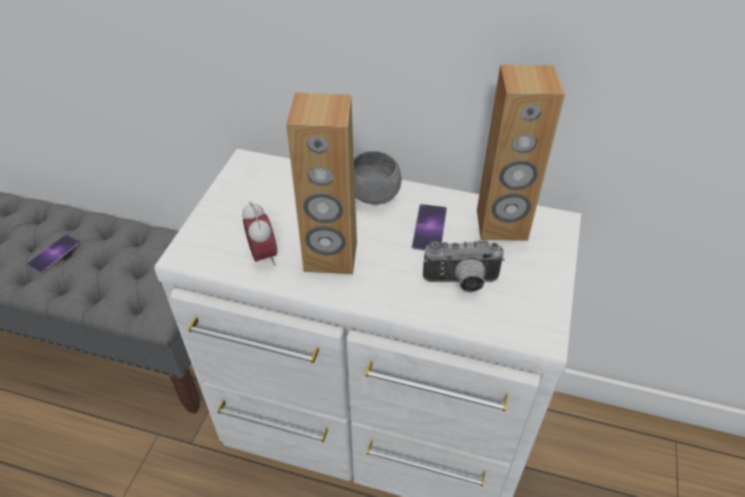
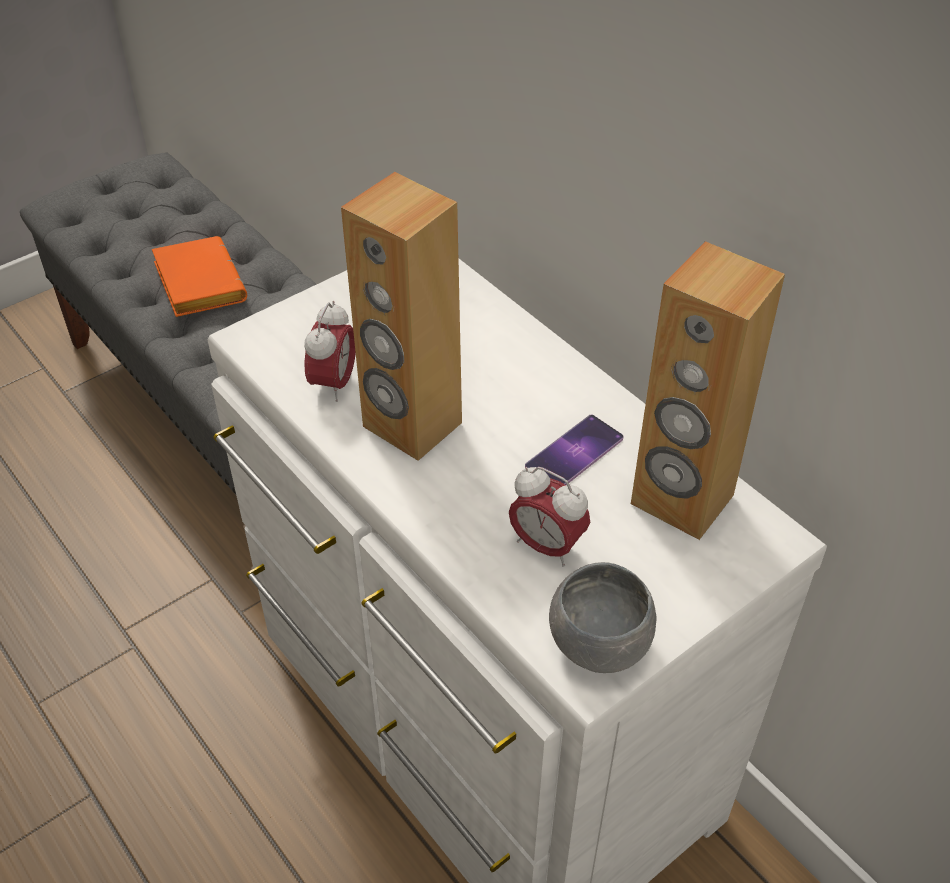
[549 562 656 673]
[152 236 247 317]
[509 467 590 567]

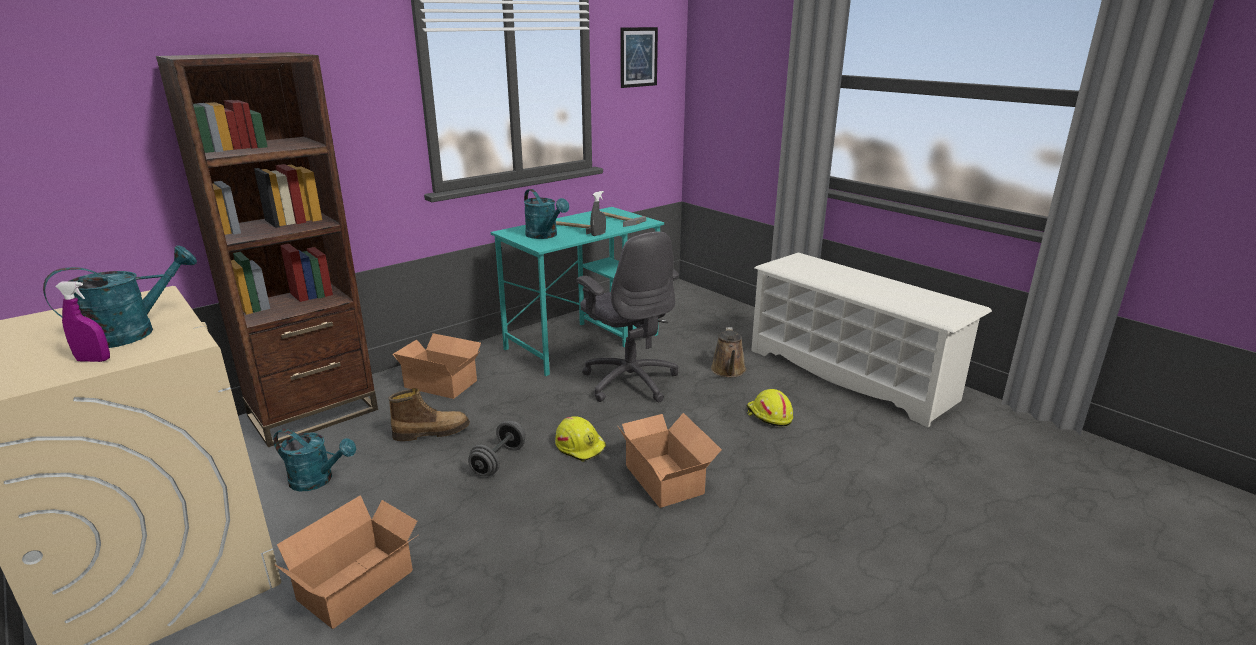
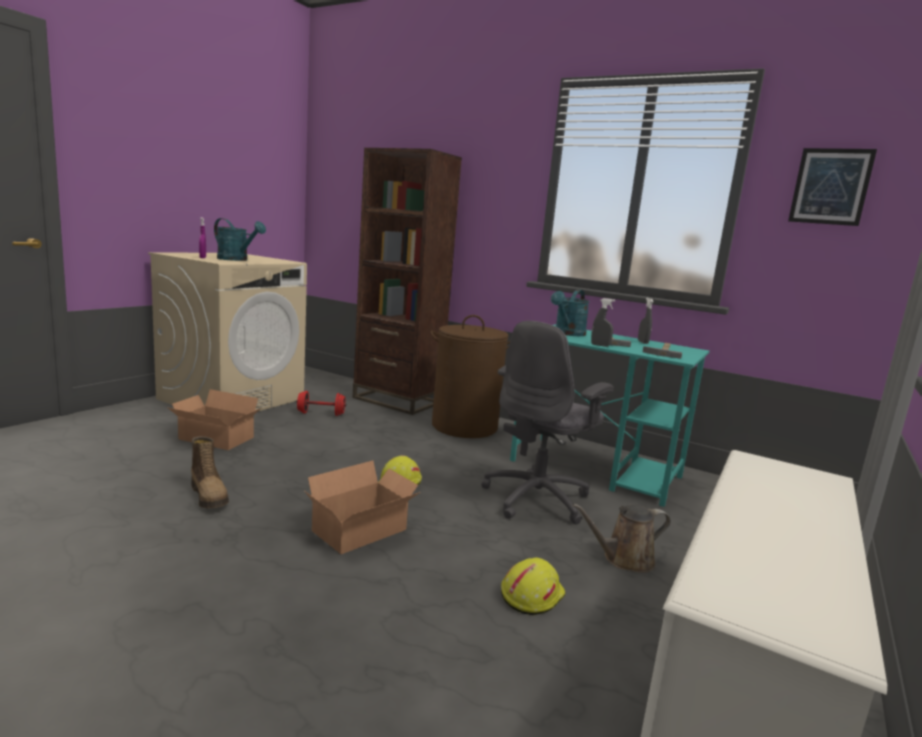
[468 421 526 476] (first image)
[638 298 654 344]
[191 436 229 508]
[297 391 346 416]
[430 315 510 438]

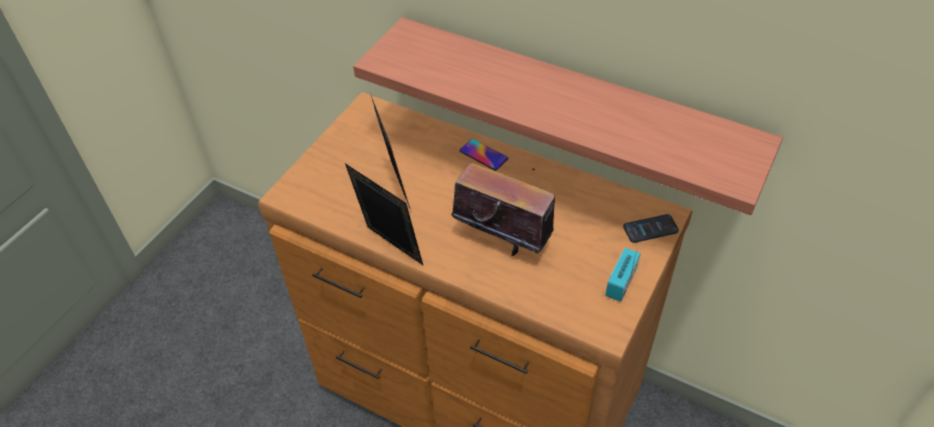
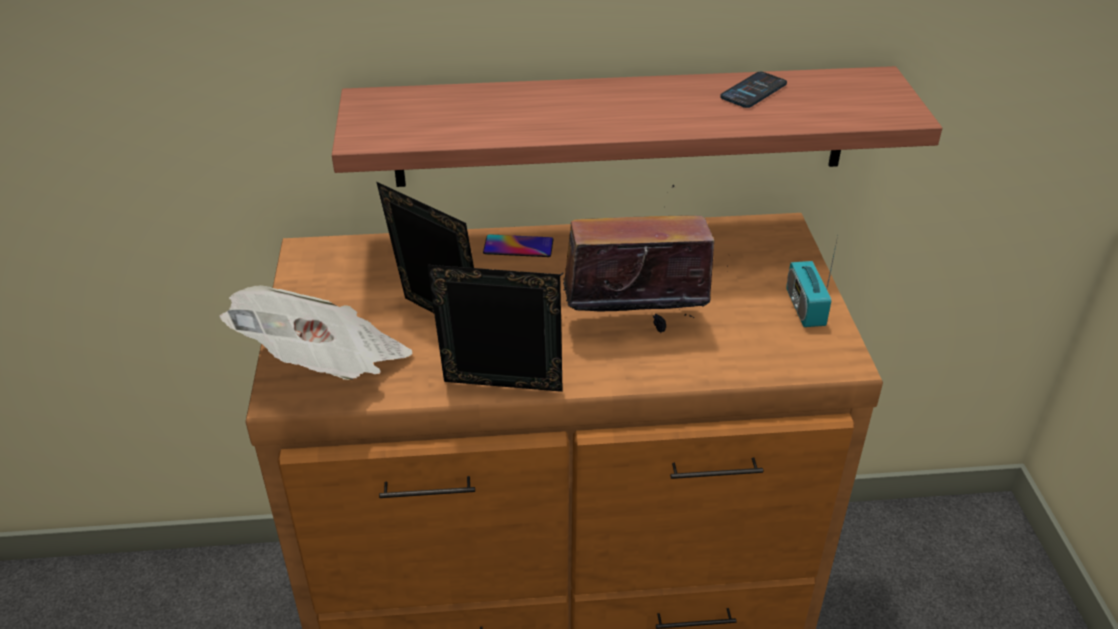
[219 285 412 380]
[720 72 787 108]

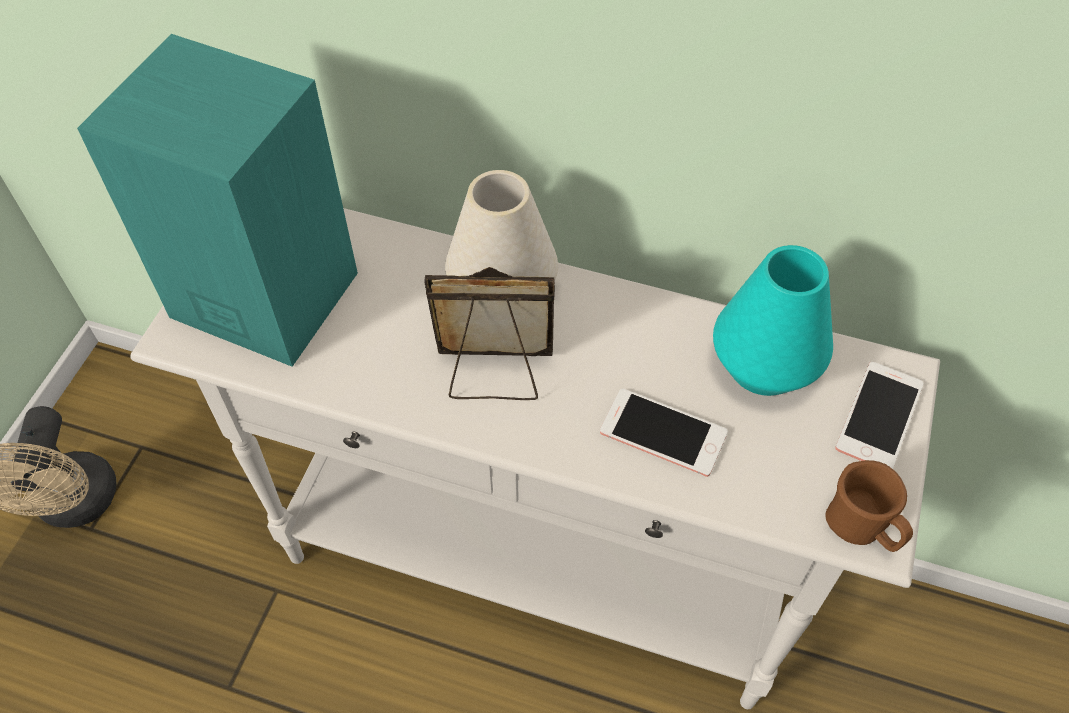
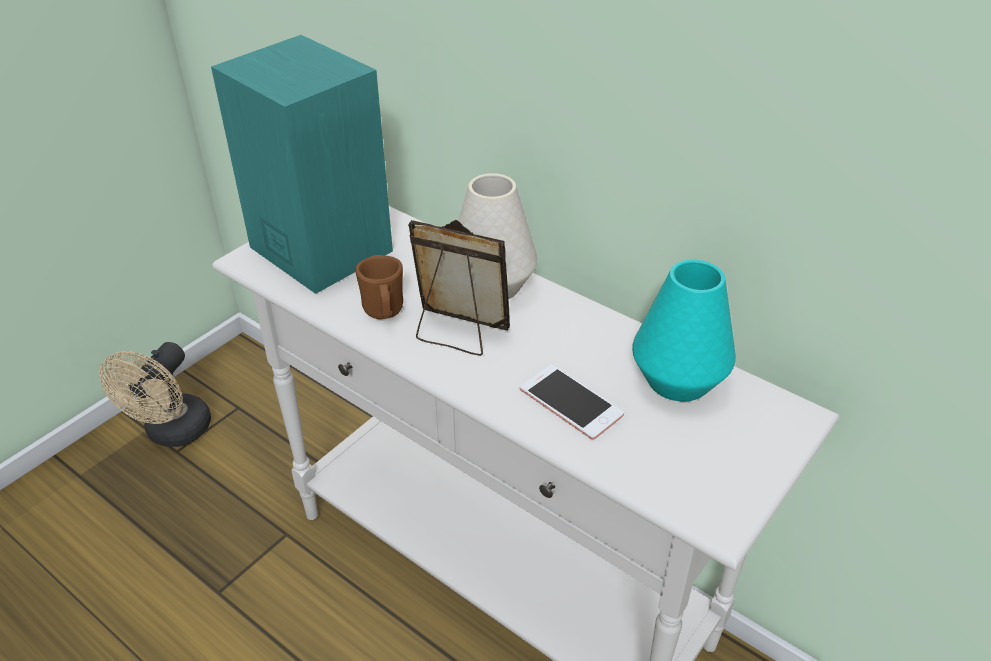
[835 362 924 469] (first image)
[355 255 403 319]

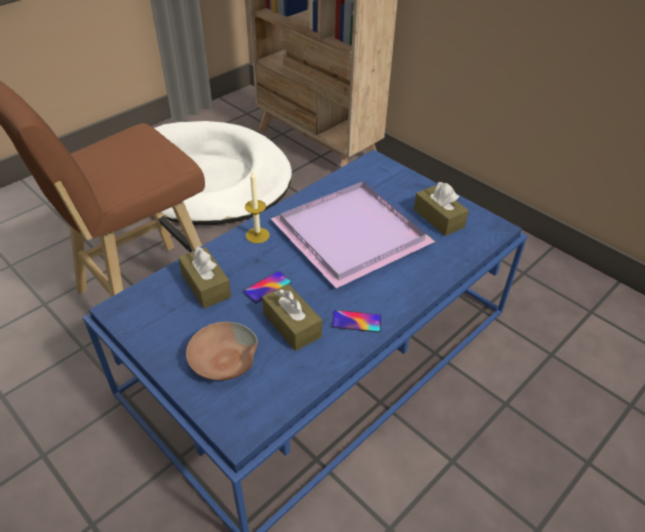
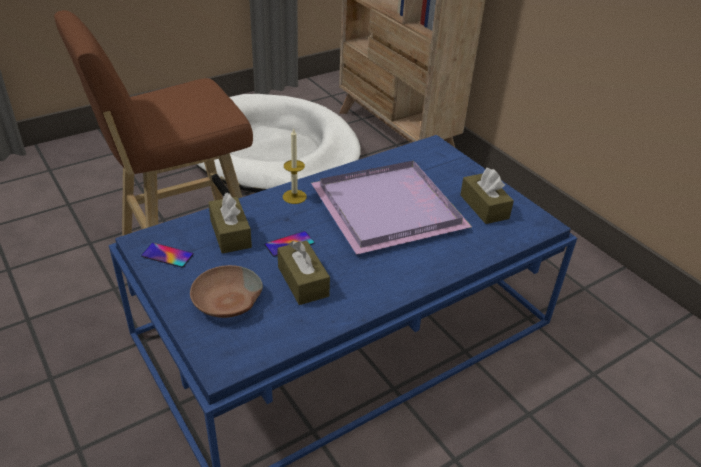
[141 243 194 267]

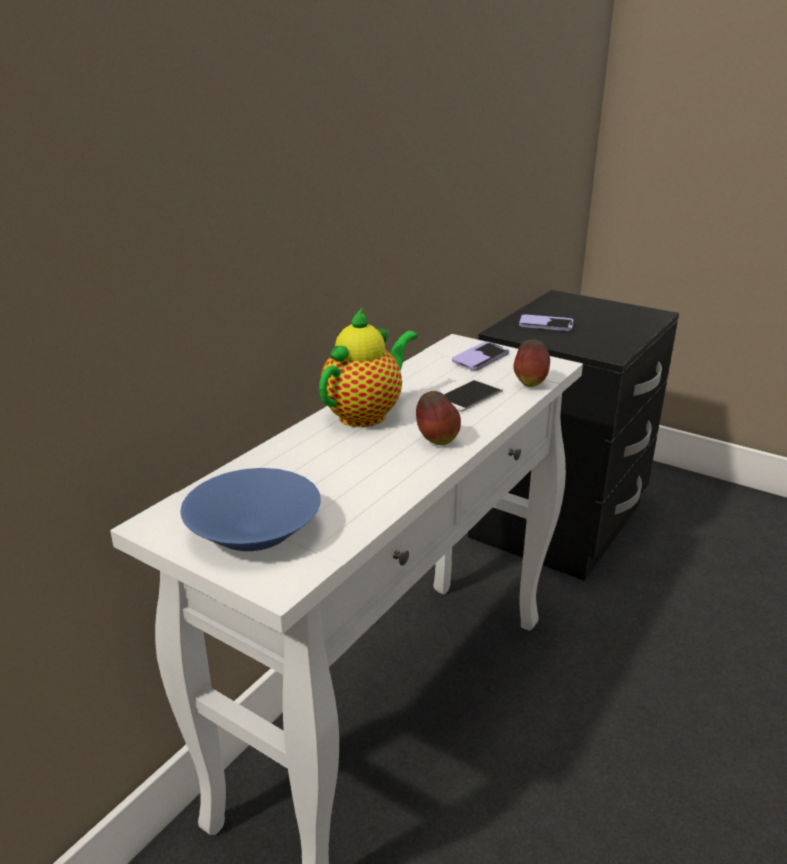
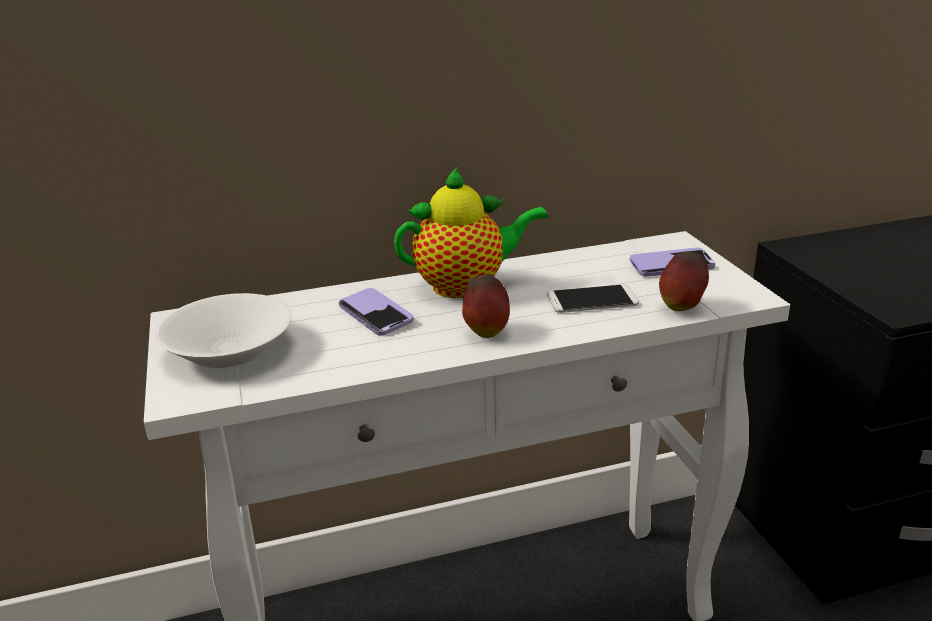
[339 288 414 336]
[155 293 292 368]

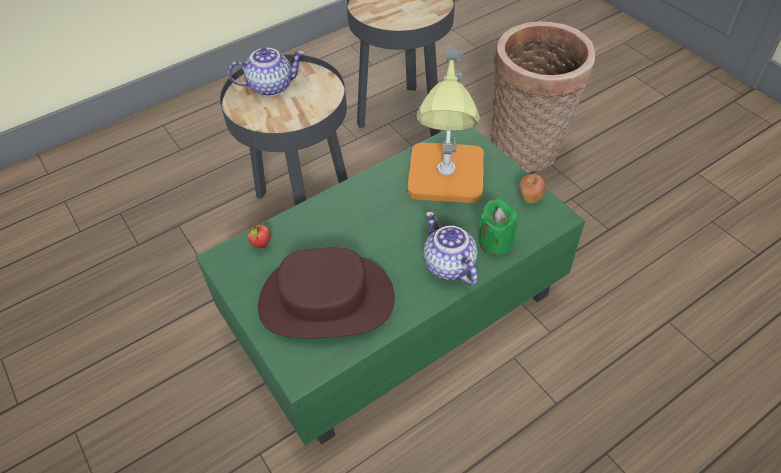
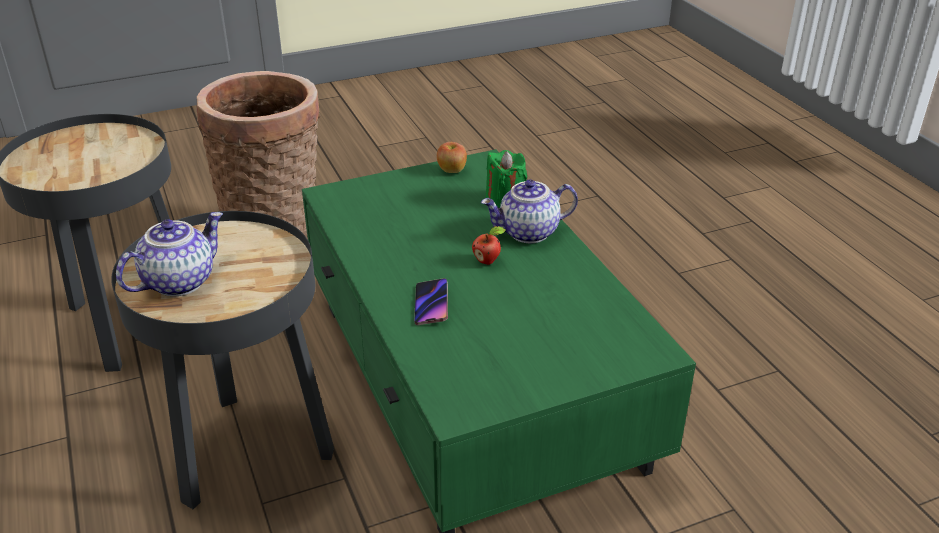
[258 248 395 339] (first image)
[407 47 484 203] (first image)
[414 278 448 325]
[472 226 506 265]
[116 212 223 296]

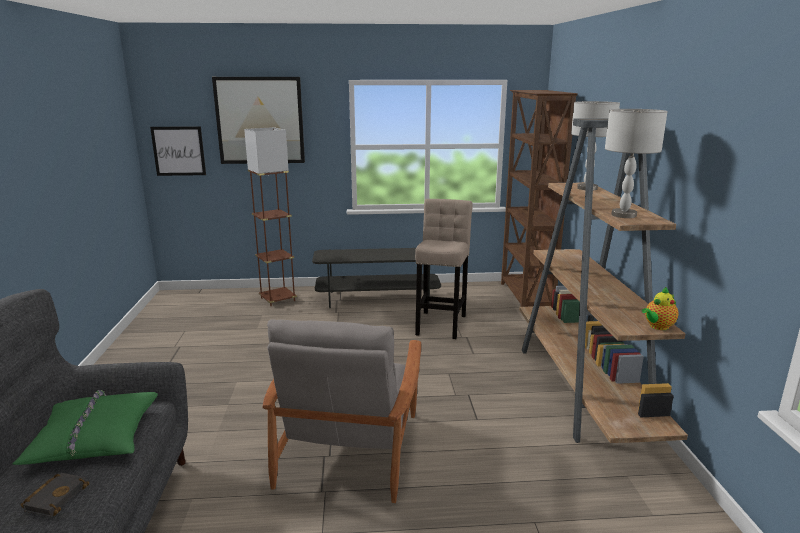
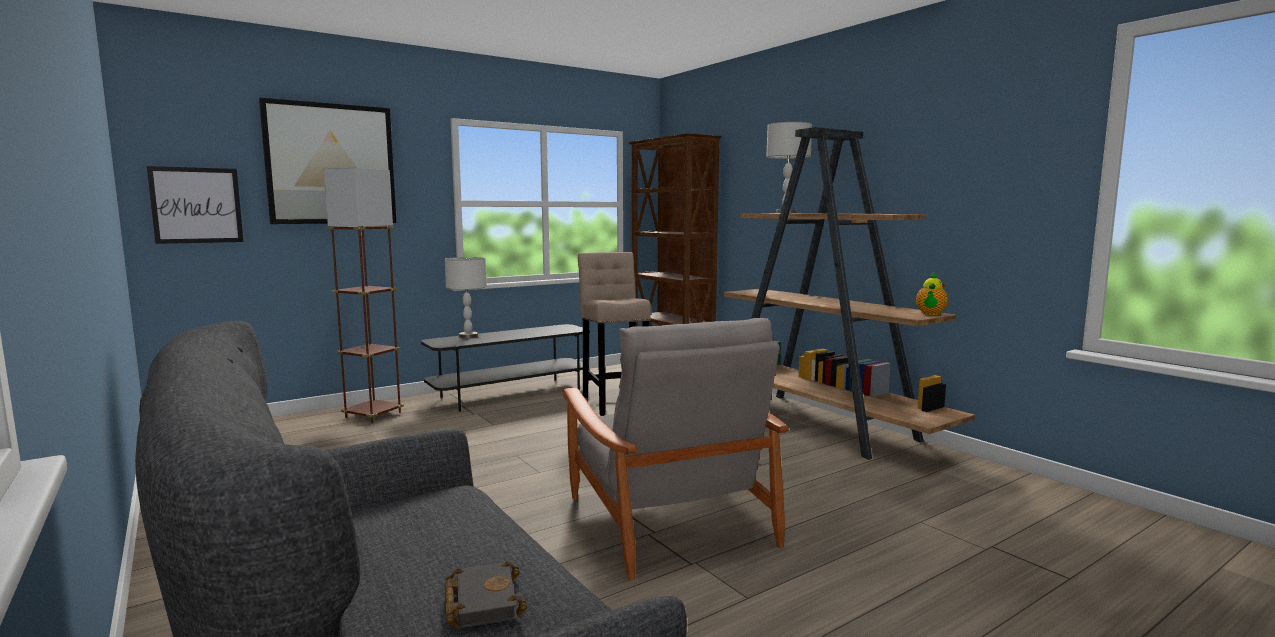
[12 390 158 465] (first image)
[445 257 487 338]

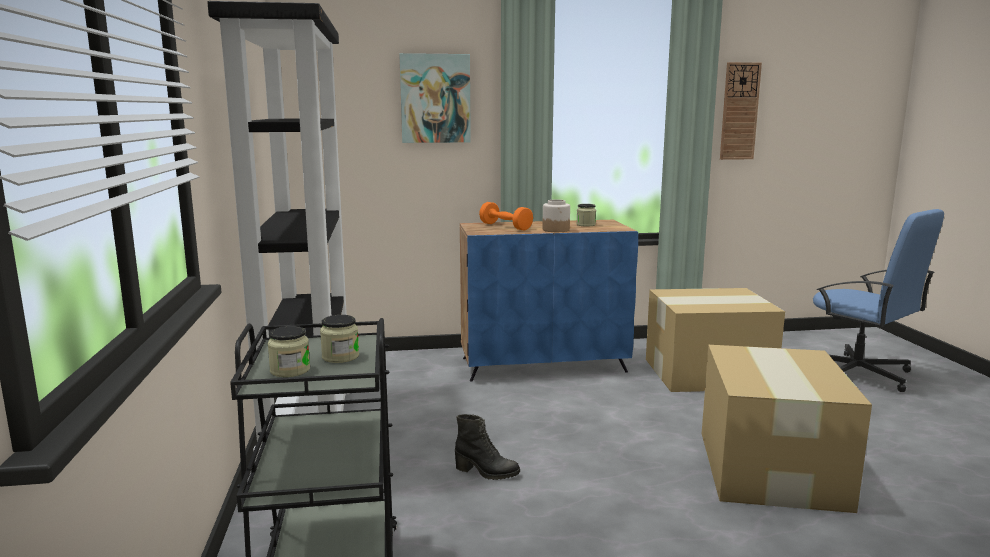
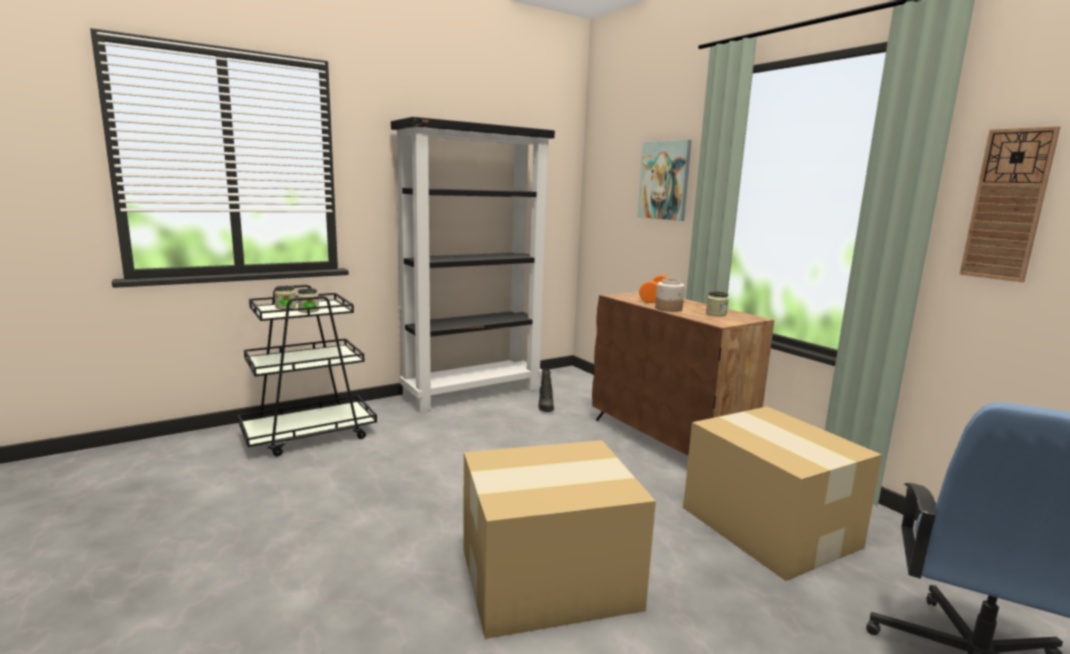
[539 369 554 412]
[592 292 774 456]

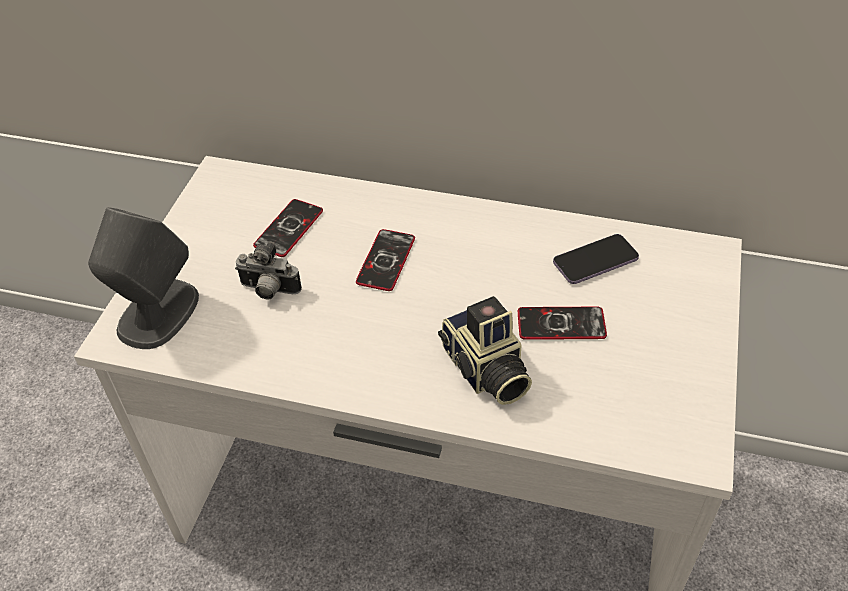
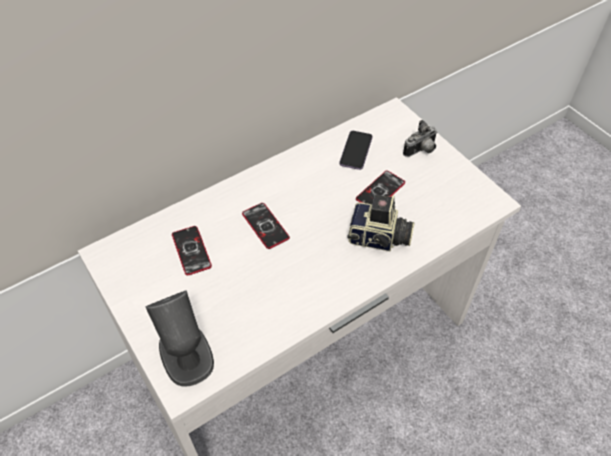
[403 120 437 157]

